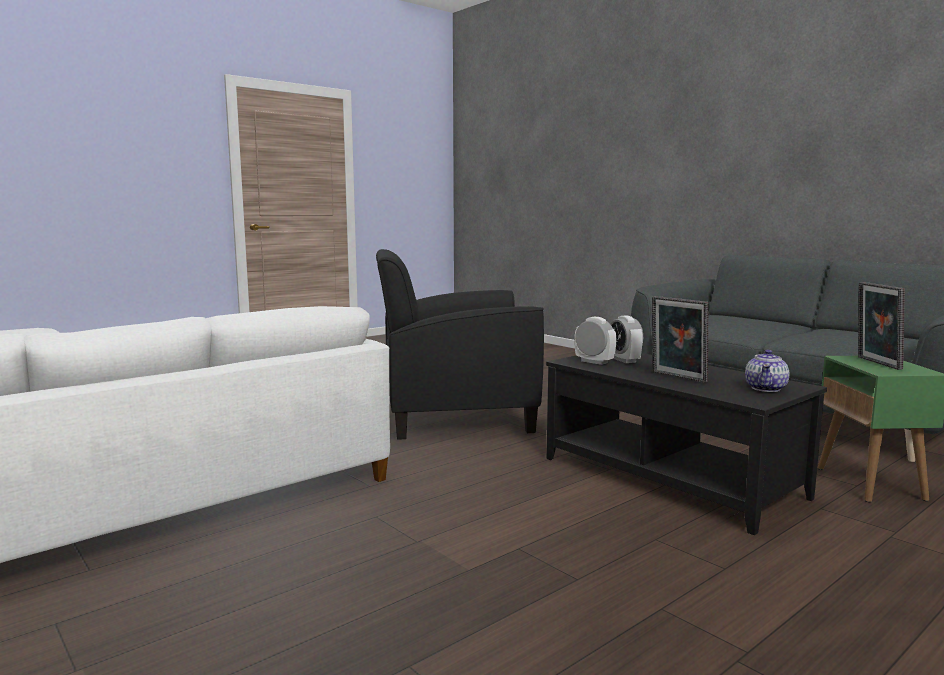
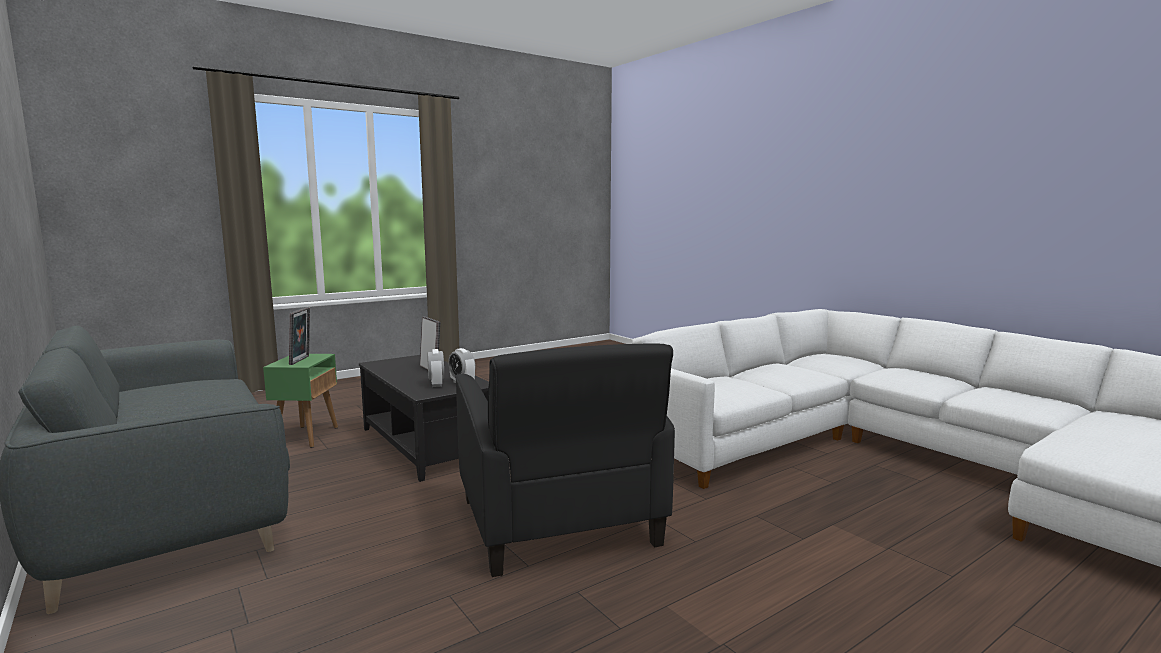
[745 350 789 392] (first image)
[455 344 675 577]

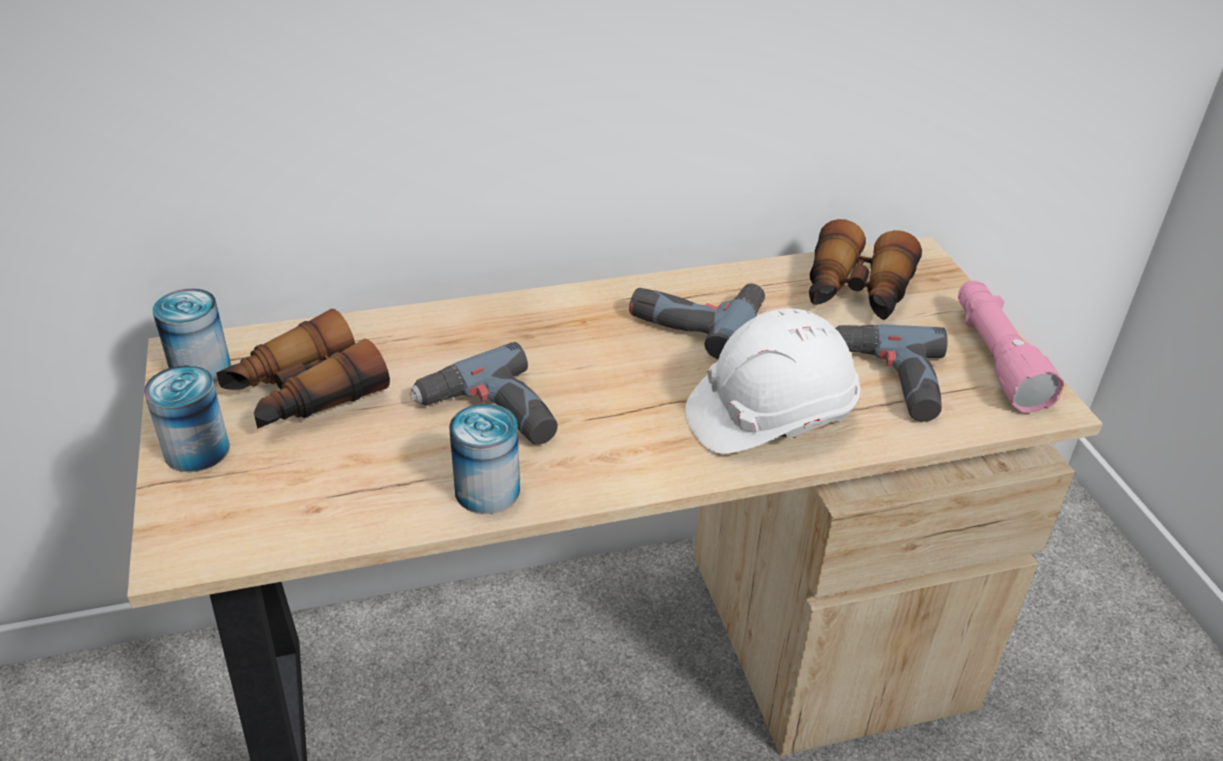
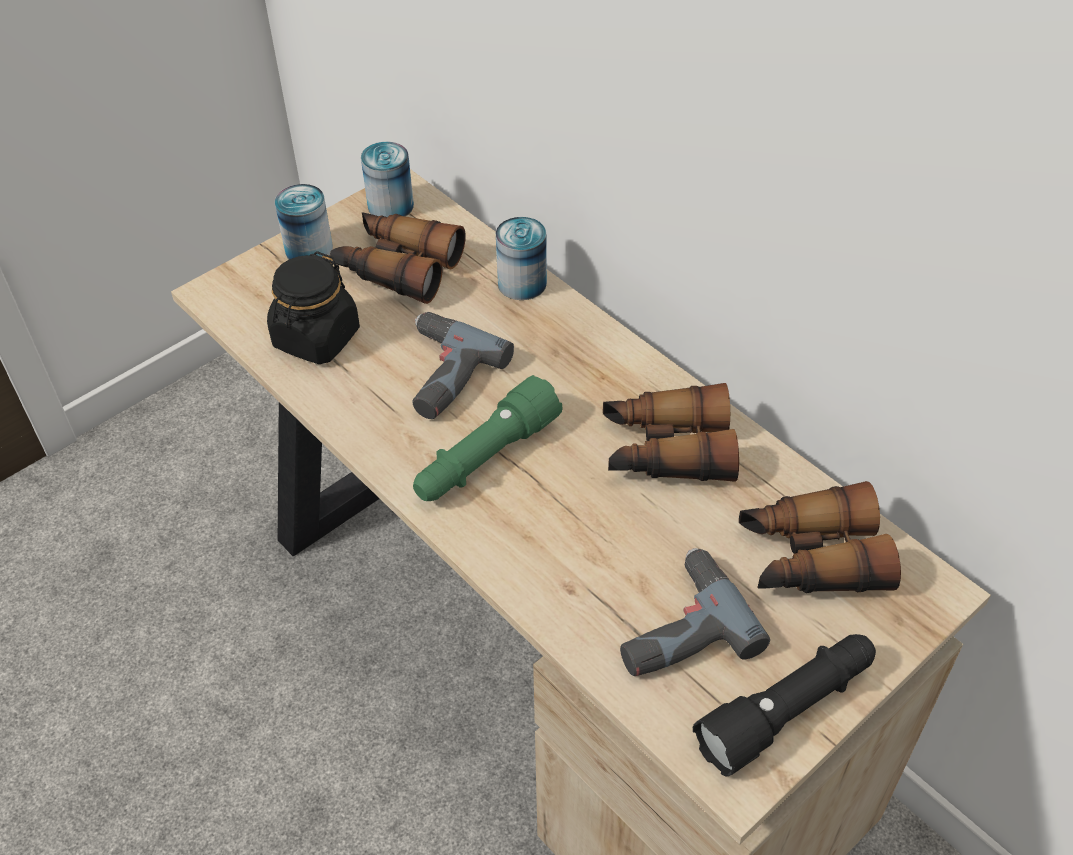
[685 308 860 454] (first image)
[267 251 360 364]
[413 375 562 501]
[496 217 547 300]
[603 383 739 482]
[693 634 876 776]

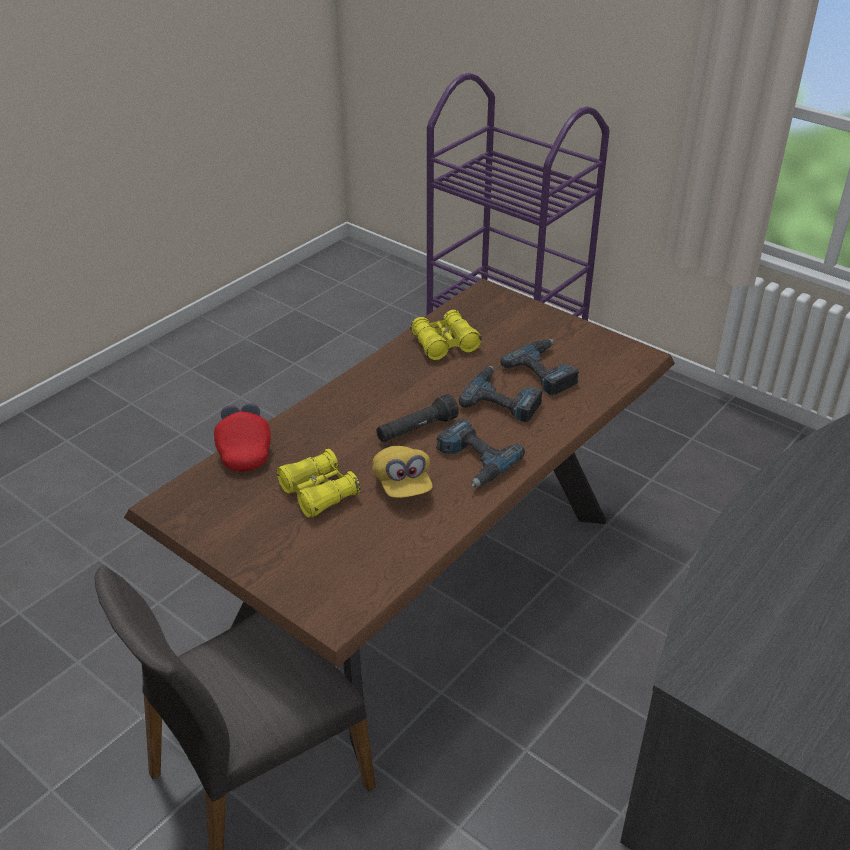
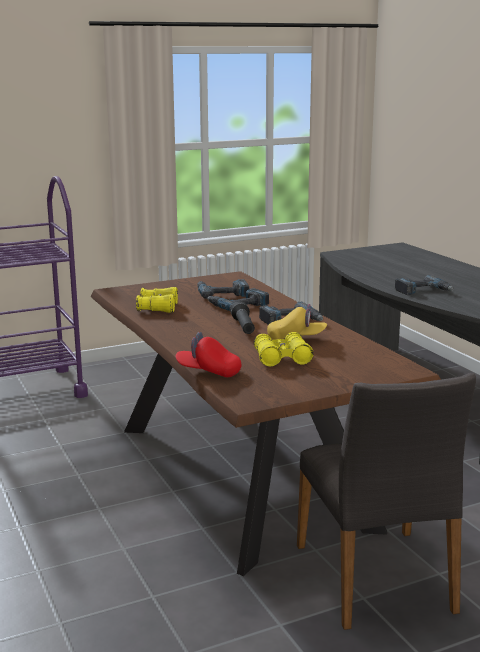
[395 275 454 295]

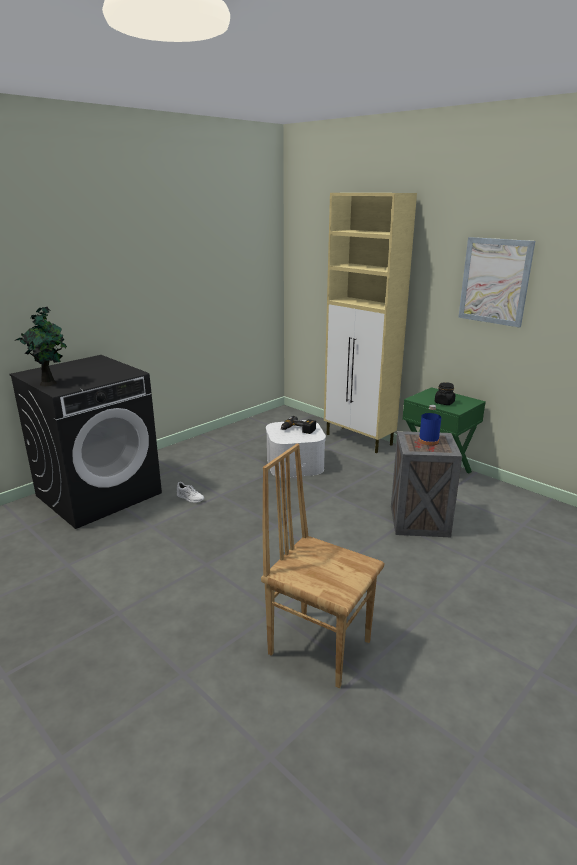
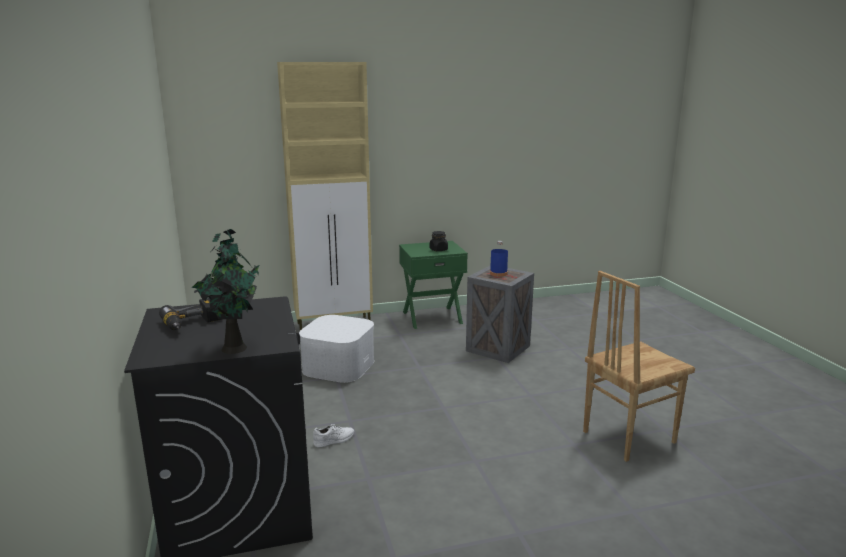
[458 237 535 327] (first image)
[159 298 223 330]

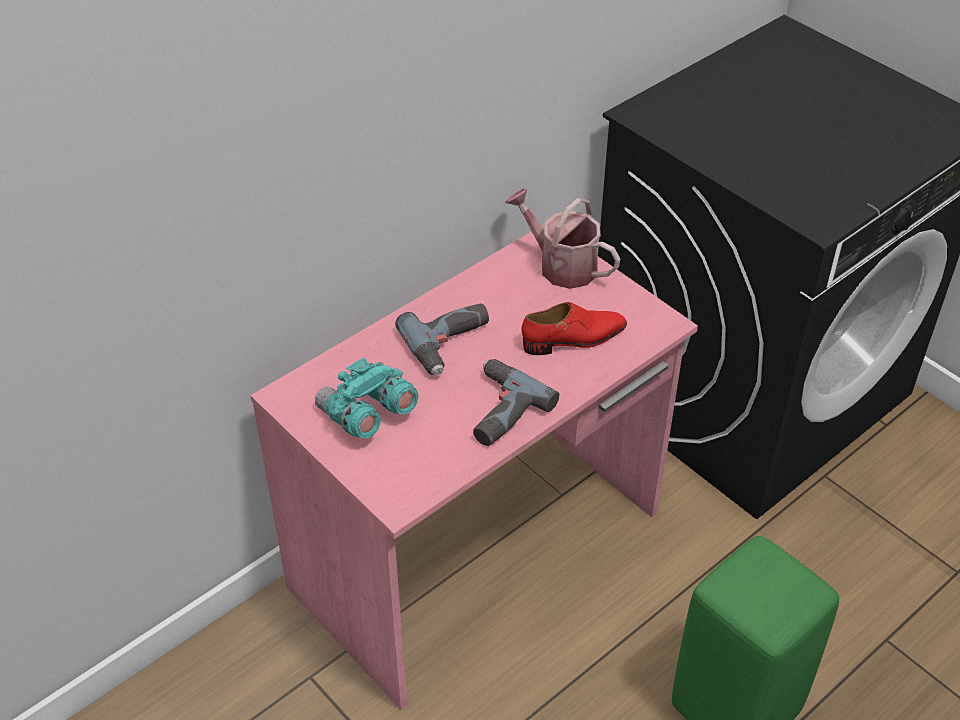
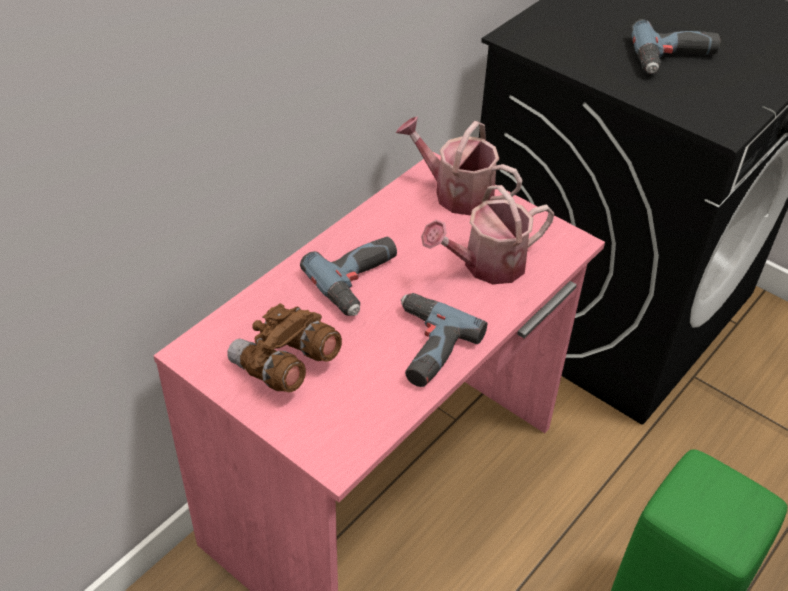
[630 19 720 74]
[421 185 555 284]
[227 303 342 392]

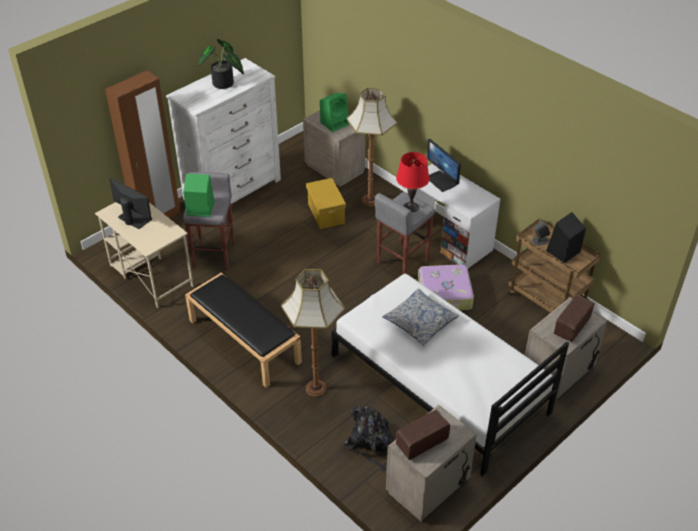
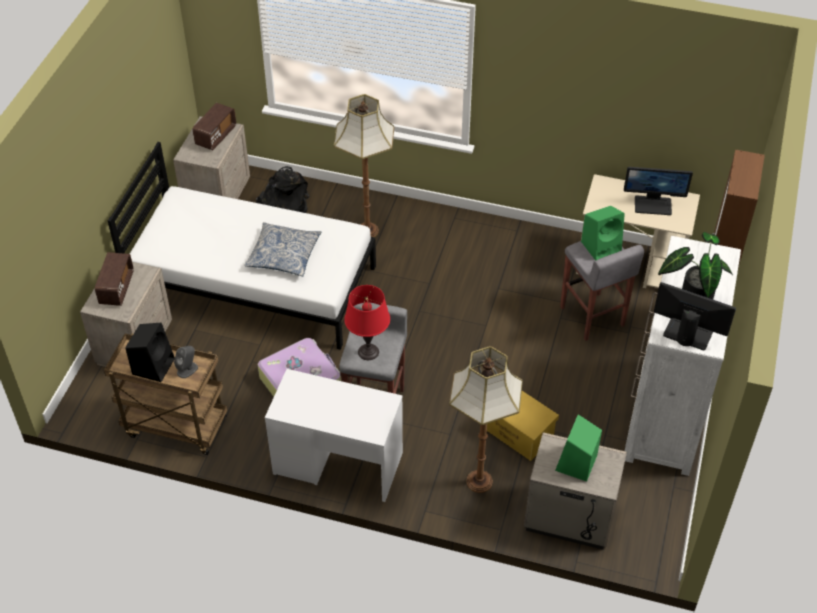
[185 273 302 388] (first image)
[654 282 736 351]

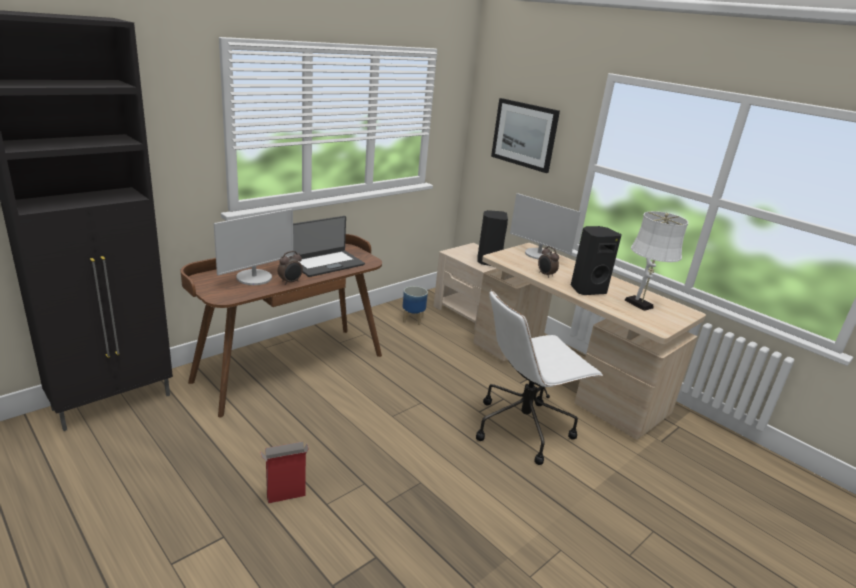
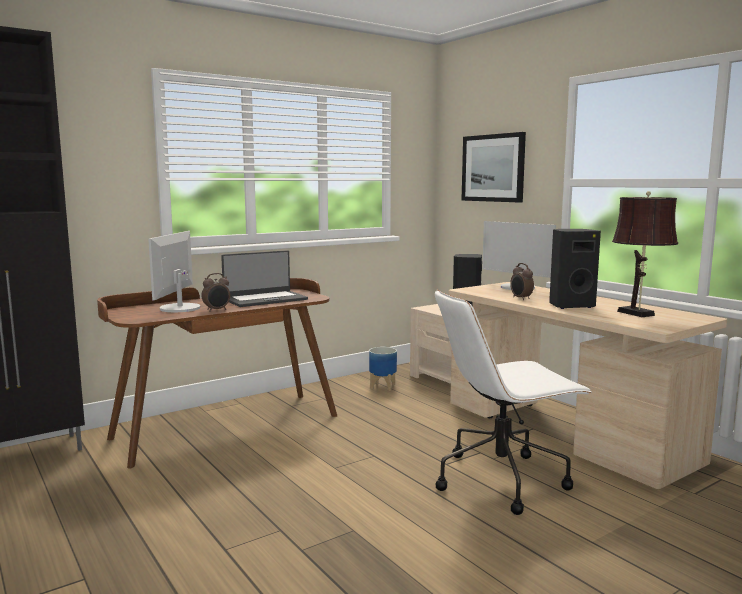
[260 442 309 504] (first image)
[612 191 678 317]
[148 231 200 312]

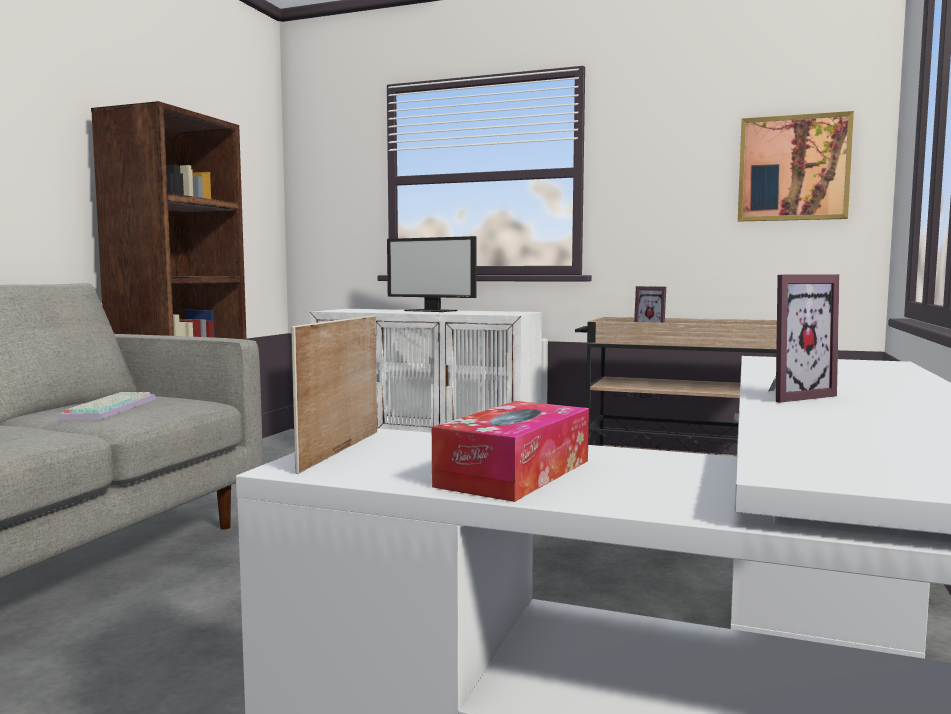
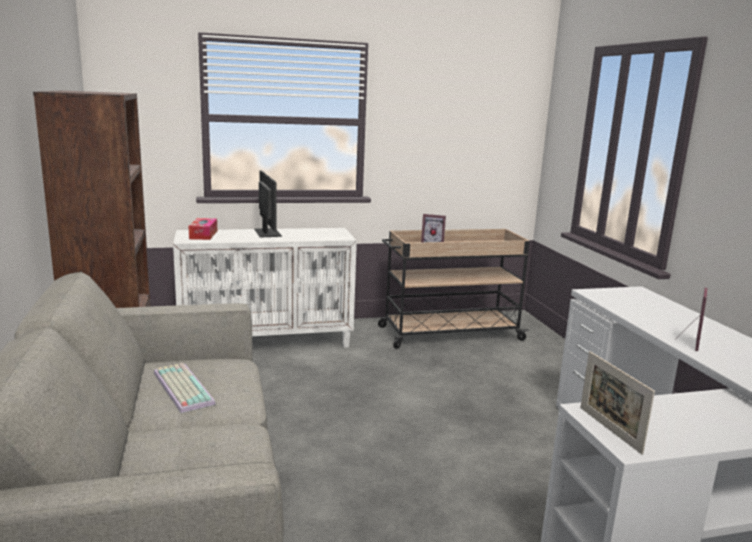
[738 111 854 221] (first image)
[189 218 217 240]
[254 171 282 238]

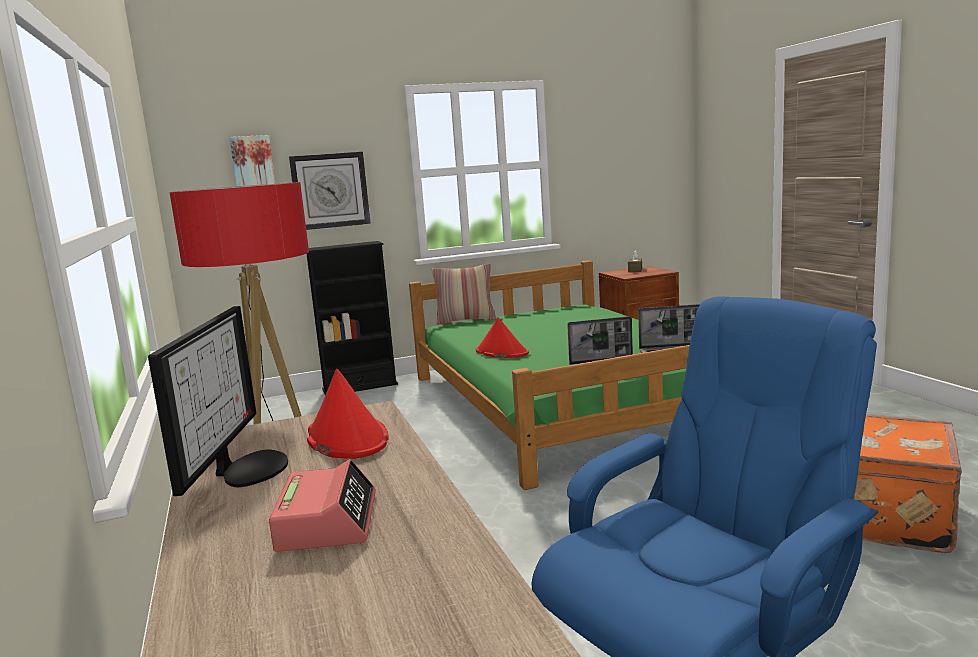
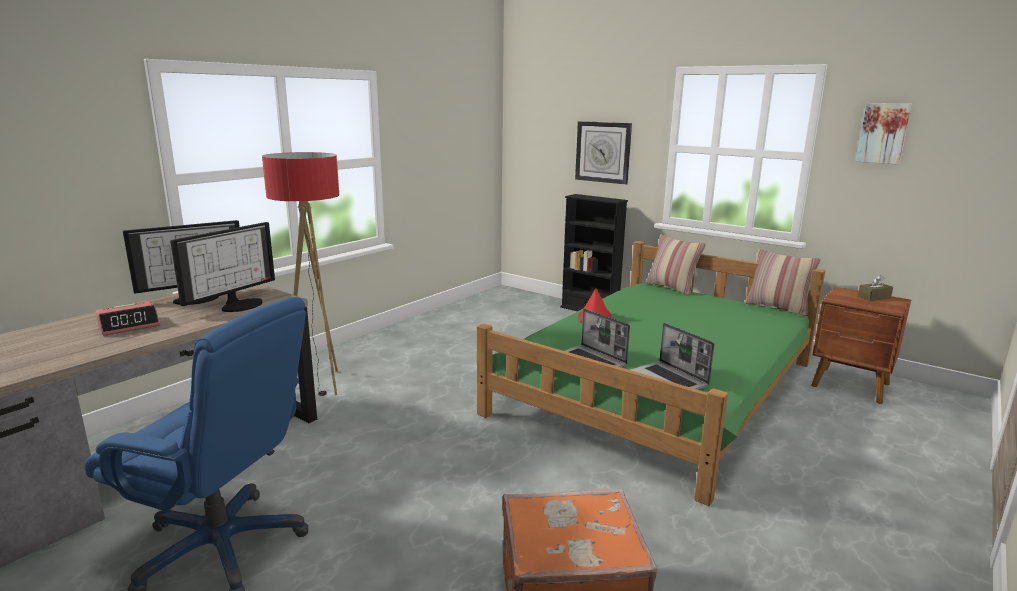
[745 249 820 316]
[856 103 912 164]
[170 222 275 312]

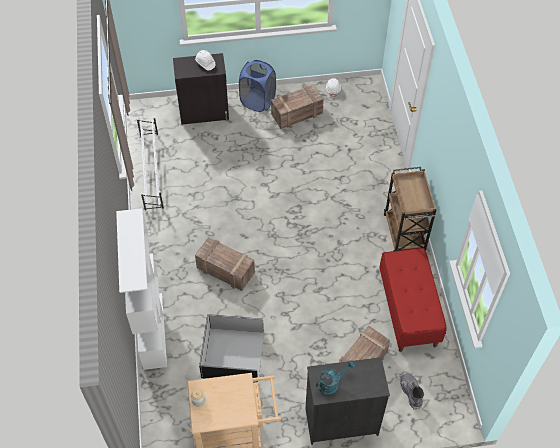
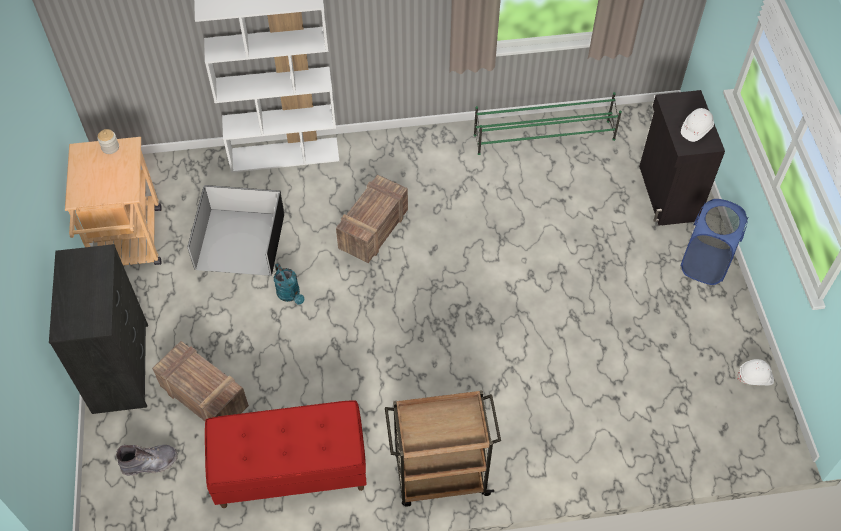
[271 85 324 129] (first image)
[274 263 304 305]
[474 92 622 155]

